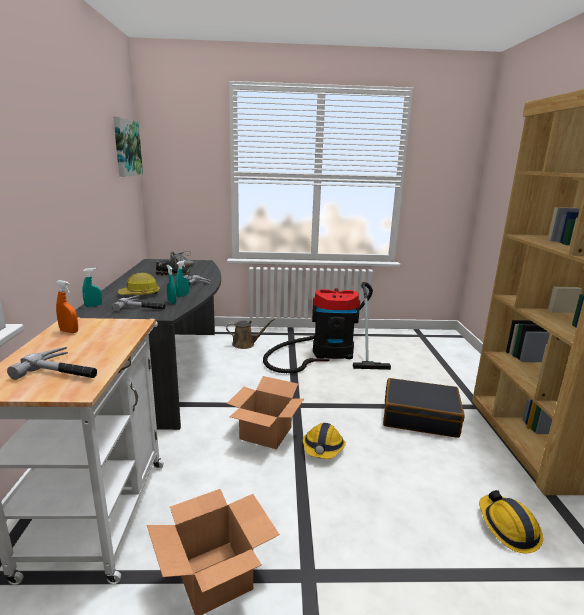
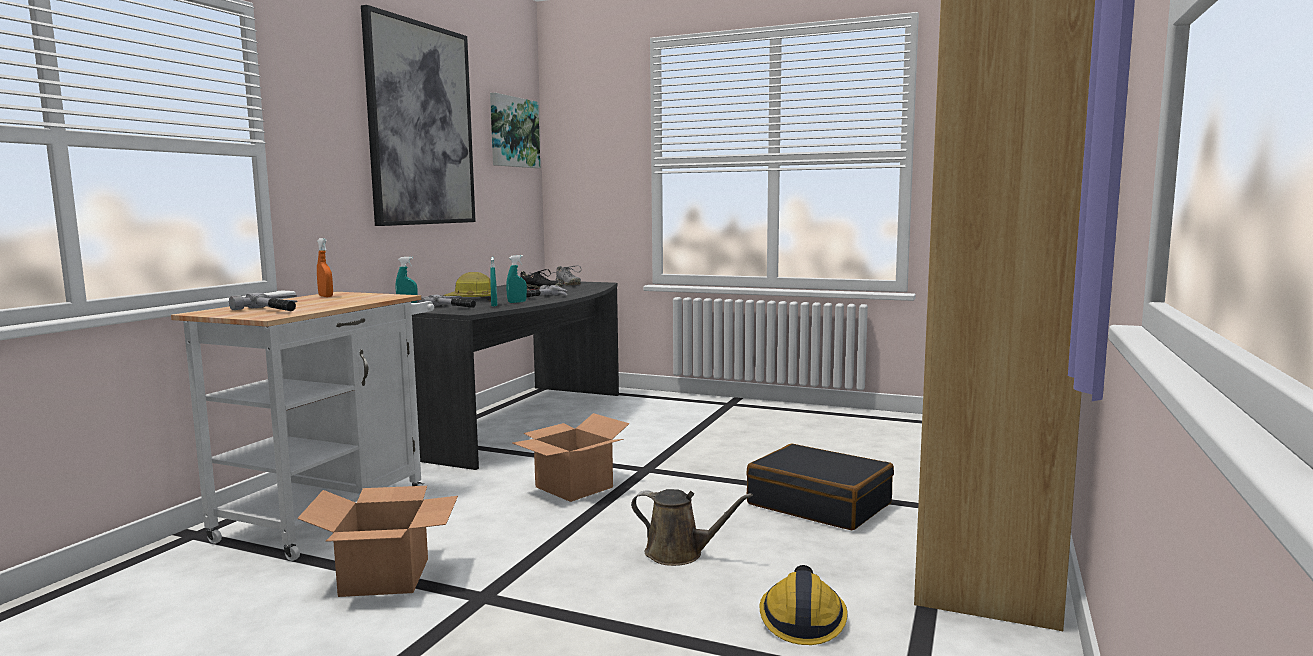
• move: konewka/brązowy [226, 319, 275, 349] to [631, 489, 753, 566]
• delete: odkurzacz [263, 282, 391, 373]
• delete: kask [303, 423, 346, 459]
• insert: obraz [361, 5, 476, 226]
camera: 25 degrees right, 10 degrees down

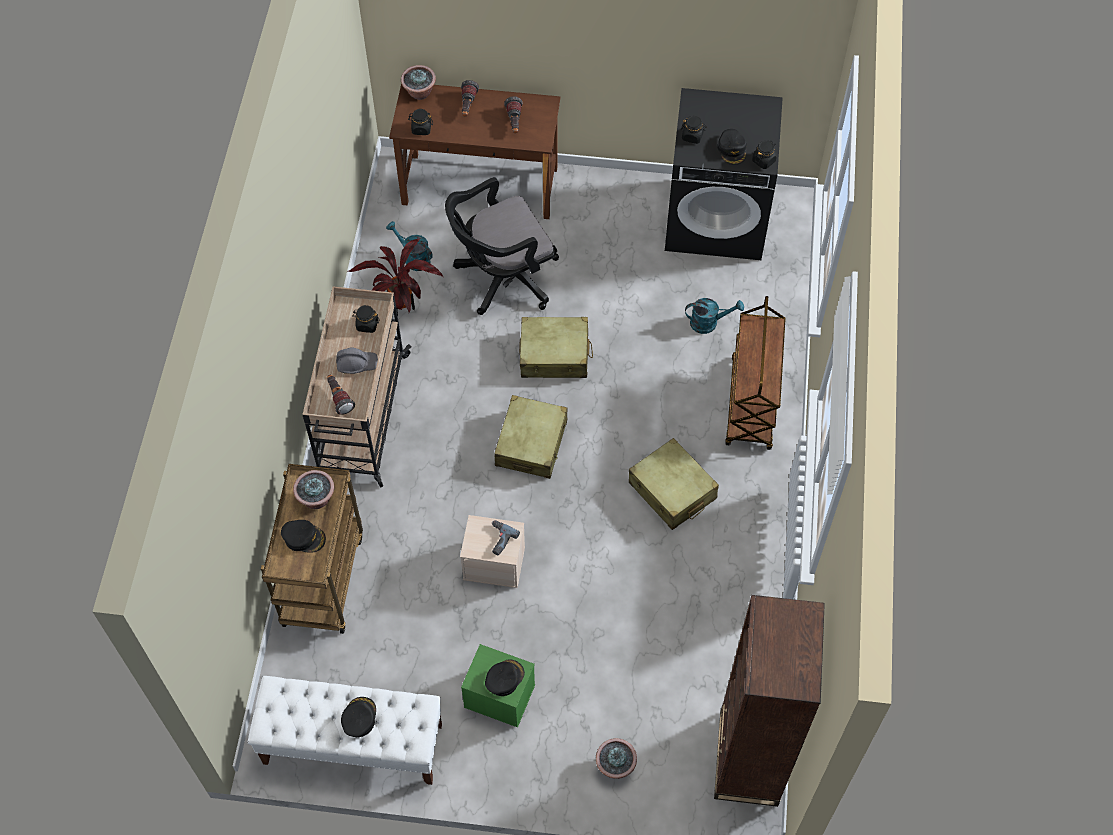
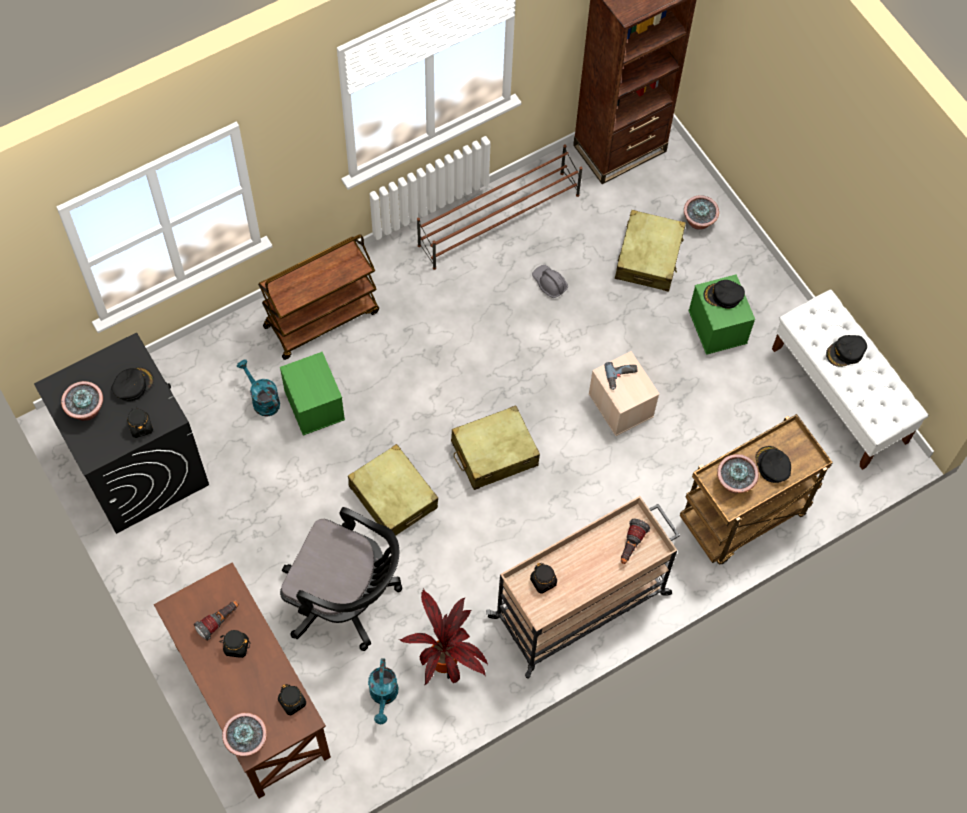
• move: kask/szary [336, 347, 378, 374] to [532, 265, 568, 298]
• delete: latarka [461, 80, 479, 116]
• move: walizka/beżowy [629, 438, 719, 530] to [615, 210, 686, 292]
• move: słoik/czarny [752, 140, 777, 169] to [219, 630, 250, 658]
• insert: roślina doniczkowa [61, 381, 103, 421]
• insert: pojemnik do przechowywania/zielony [280, 352, 345, 436]
• insert: regał na buty/brązowy [417, 144, 583, 270]
camera: 130 degrees left, 5 degrees up

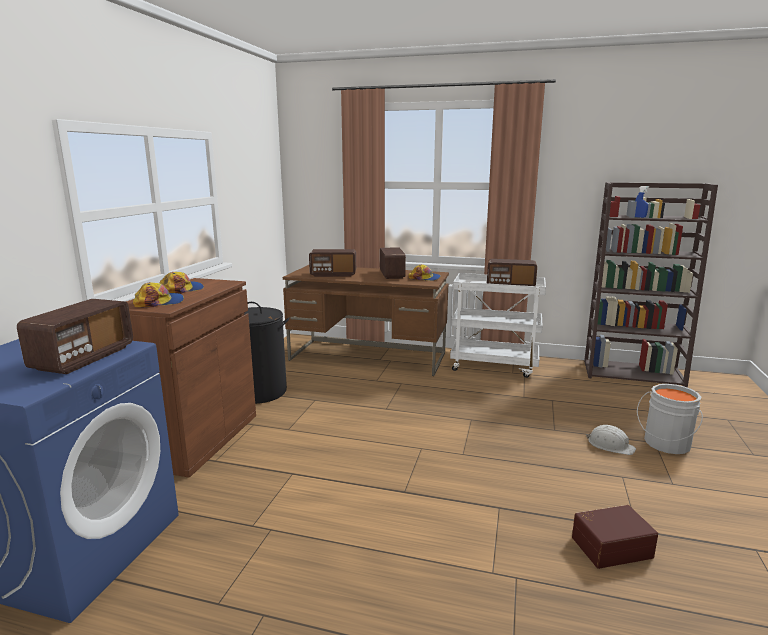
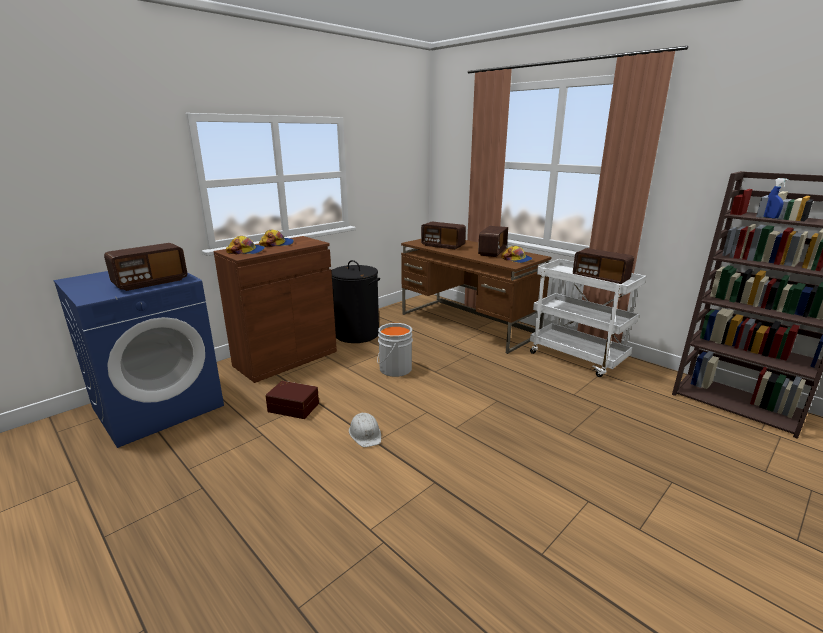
• move: pojemnik do przechowywania/brązowy [572, 505, 658, 569] to [265, 381, 319, 419]
• move: kask/biały [586, 425, 636, 455] to [349, 413, 381, 447]
• move: wiadro/szary [637, 384, 703, 454] to [377, 323, 413, 377]
camera: 30 degrees right, 5 degrees up

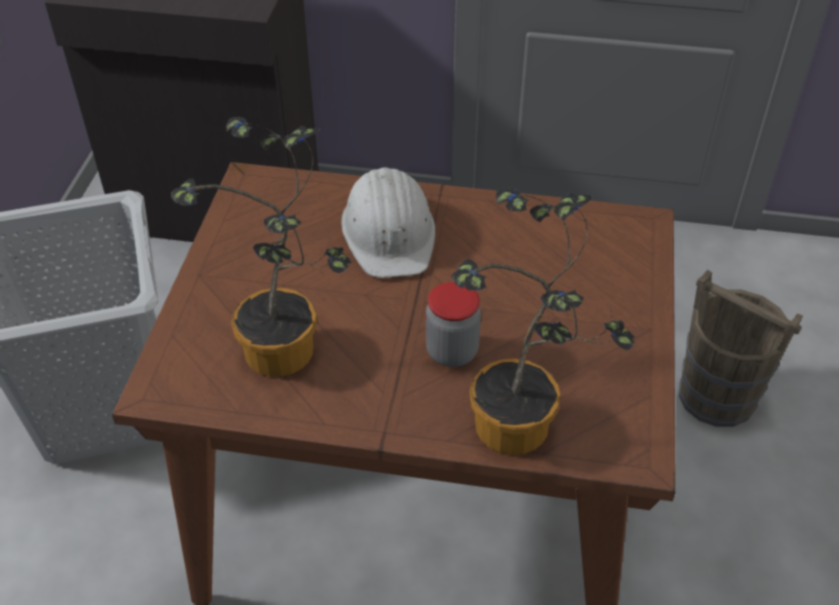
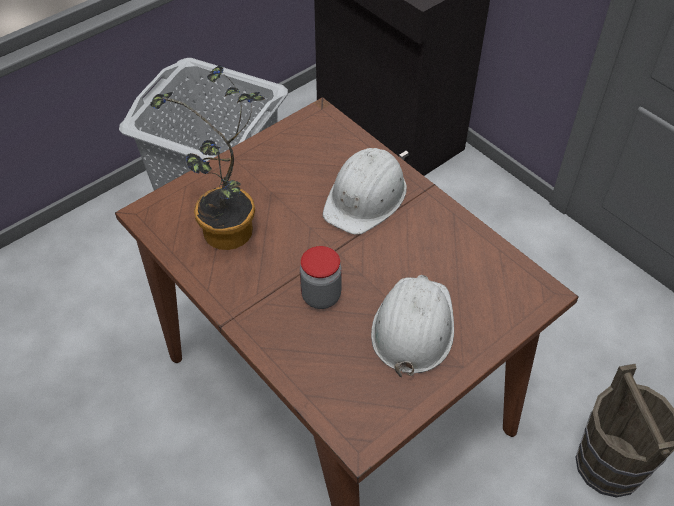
• delete: roślina doniczkowa [452, 188, 635, 455]
• insert: kask/biały [371, 275, 454, 377]
camera: 40 degrees right, 5 degrees up

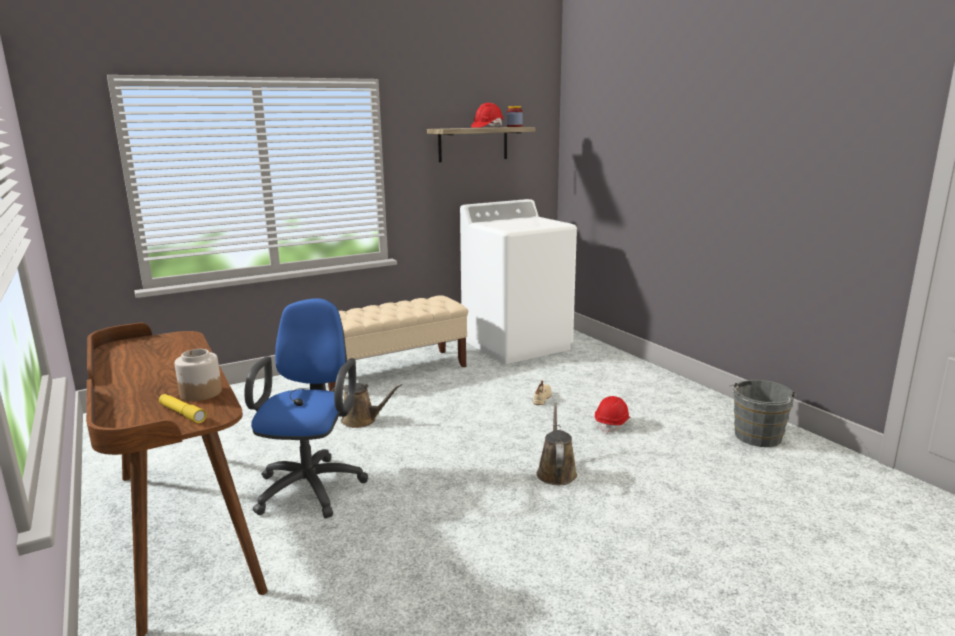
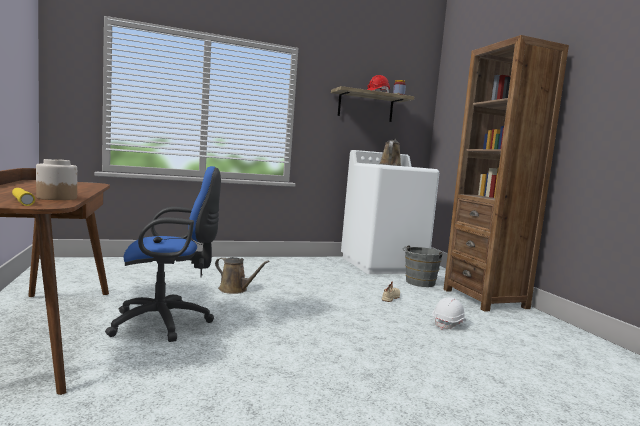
• rotate: krzesło biurowe/niebieski [244, 298, 368, 518] = [105, 166, 221, 342] 60 degrees clockwise
• delete: ławka/beżowy [328, 295, 468, 391]
• move: konewka/brązowy [536, 403, 577, 485] to [380, 139, 401, 166]
• recolor: kask/czerwony [595, 396, 631, 434] to kask/biały [432, 297, 466, 329]
• move: wiadro/szary [730, 380, 797, 447] to [403, 245, 443, 287]
• insert: regał/brązowy [443, 35, 569, 312]
camera: 10 degrees right, 10 degrees down

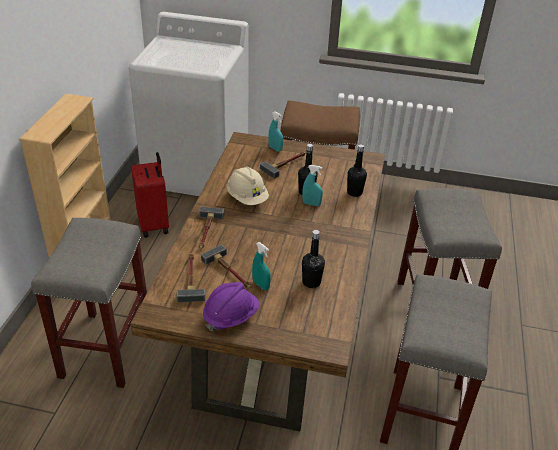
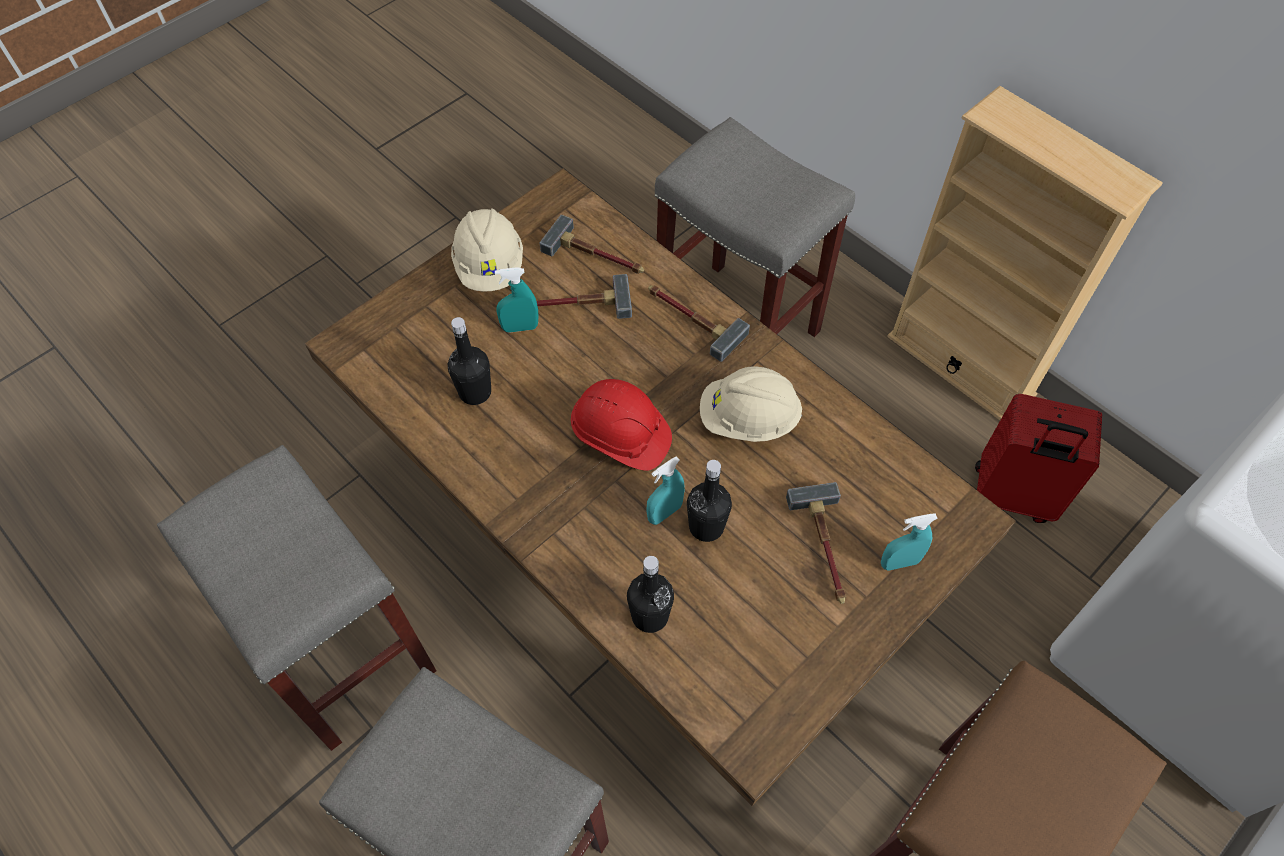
• recolor: kask/fioletowy [203, 282, 260, 332] to kask/beżowy [451, 208, 523, 292]
• insert: kask/czerwony [571, 379, 672, 471]
camera: 125 degrees right, 20 degrees up

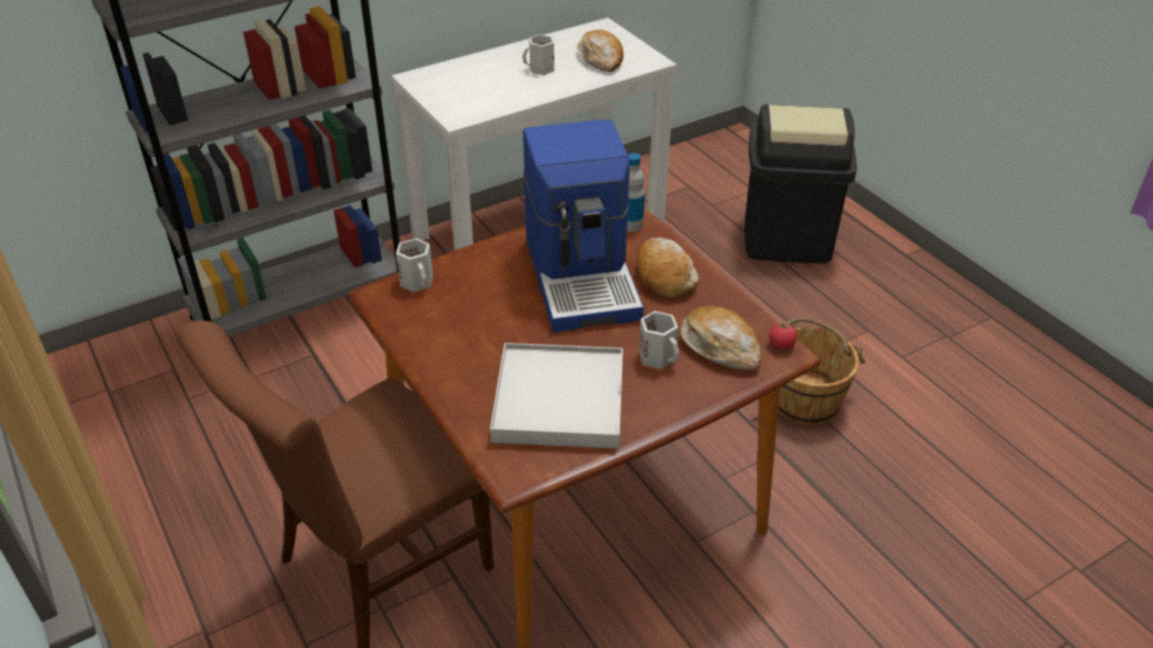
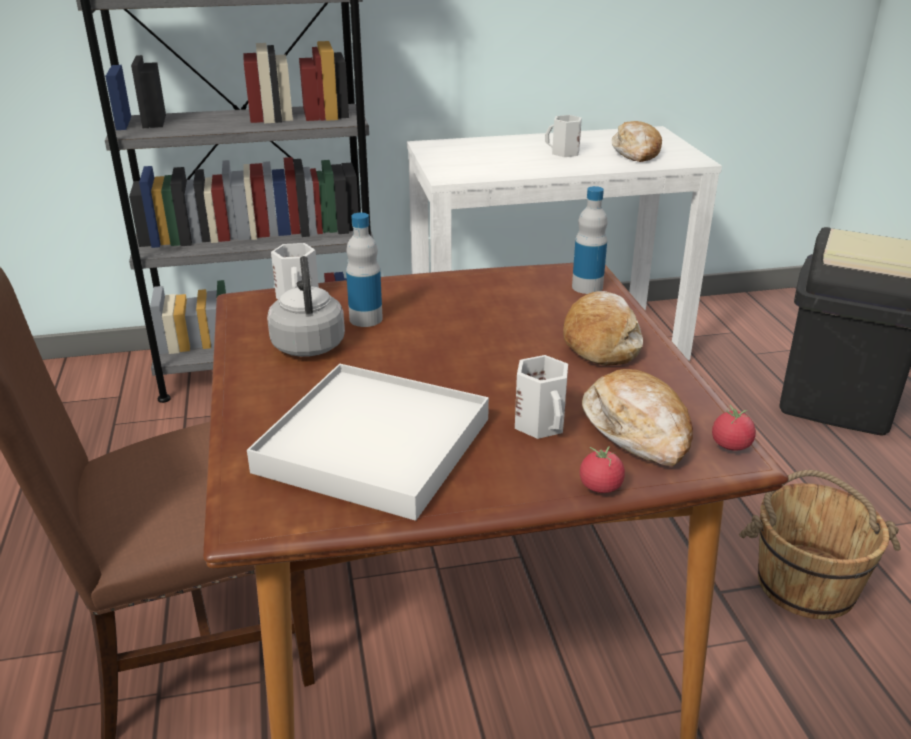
• delete: ekspres do kawy [523, 119, 644, 332]
• insert: czajnik/szary [267, 256, 345, 357]
• insert: butelka [346, 213, 383, 327]
• insert: pomidor [580, 446, 625, 493]
camera: 20 degrees right, 10 degrees down

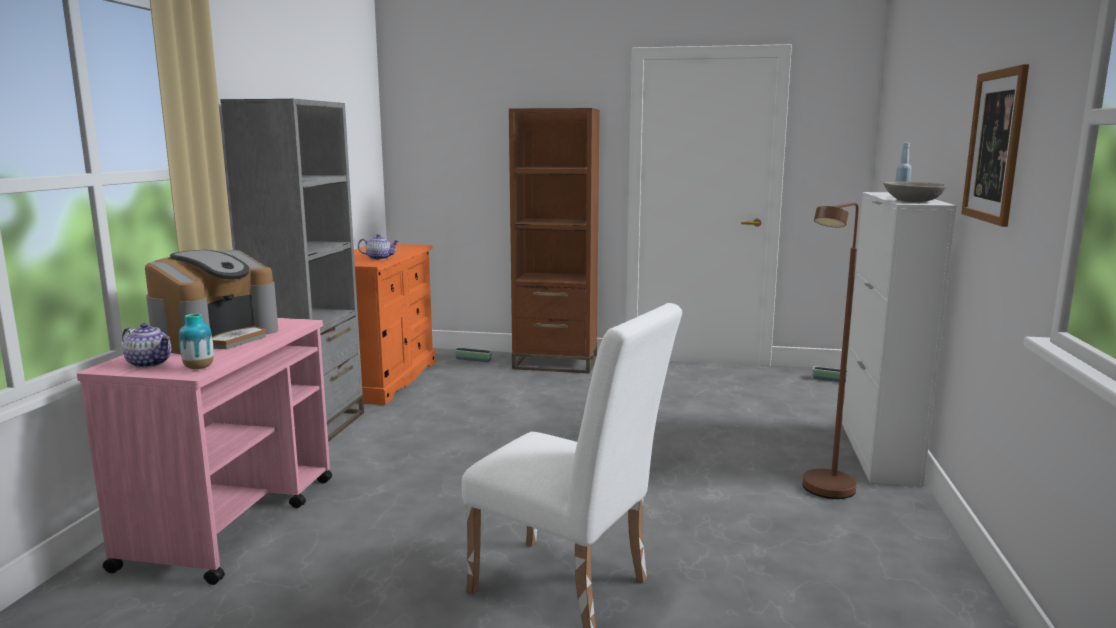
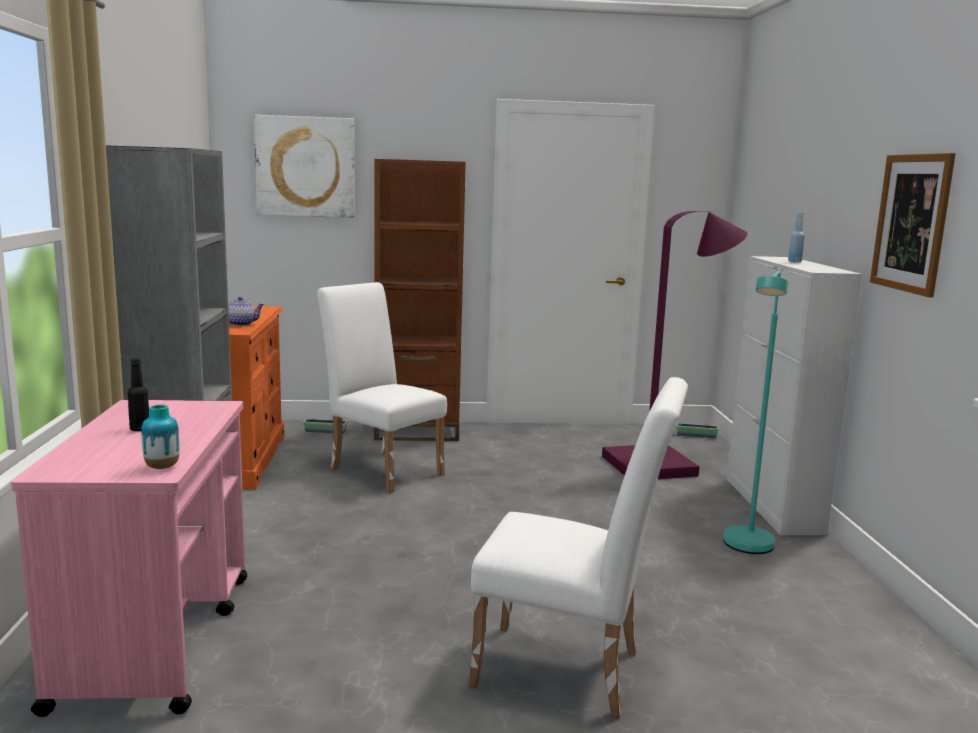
• delete: imbryk [122, 323, 171, 368]
• replace: ekspres do kawy [145, 250, 278, 354] to butelka/czarny [128, 358, 149, 431]
• recolor: lampa stojąca/brązowy [802, 202, 859, 499] to lampa stojąca/turkusowy [723, 271, 788, 554]
• delete: miska/szary [883, 181, 946, 202]
• insert: obraz [254, 115, 355, 218]
• insert: krzesło/biały [317, 282, 447, 493]
• insert: lampa stojąca/fioletowy [602, 211, 747, 479]
camera: 15 degrees left, 0 degrees up

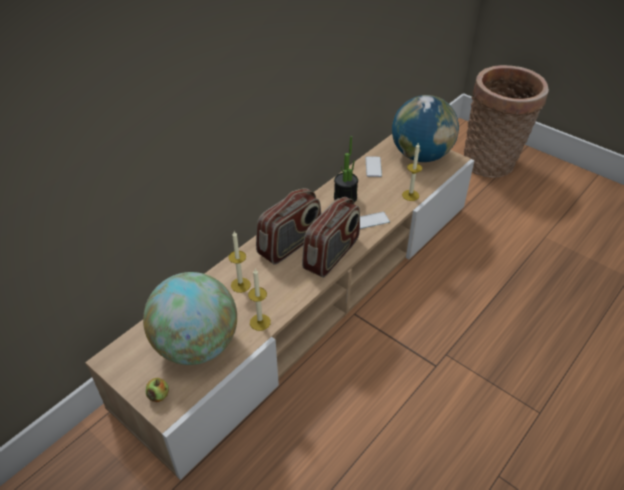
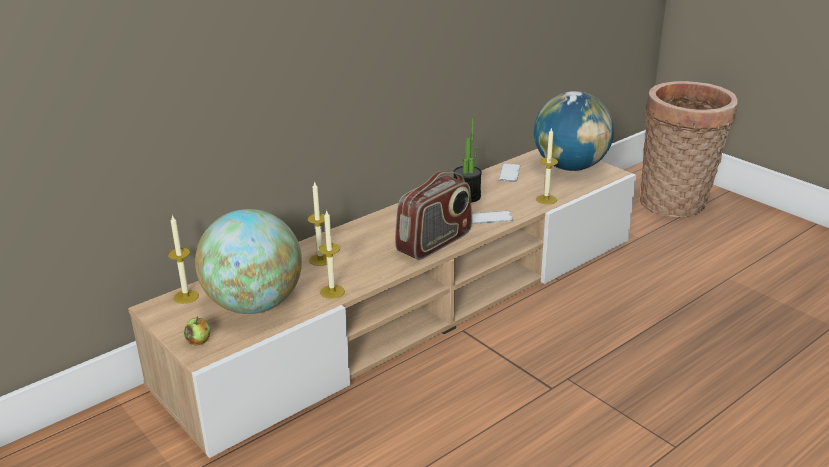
• delete: radio [256, 188, 321, 265]
• insert: świeca [168, 215, 199, 304]
camera: 10 degrees right, 15 degrees down

